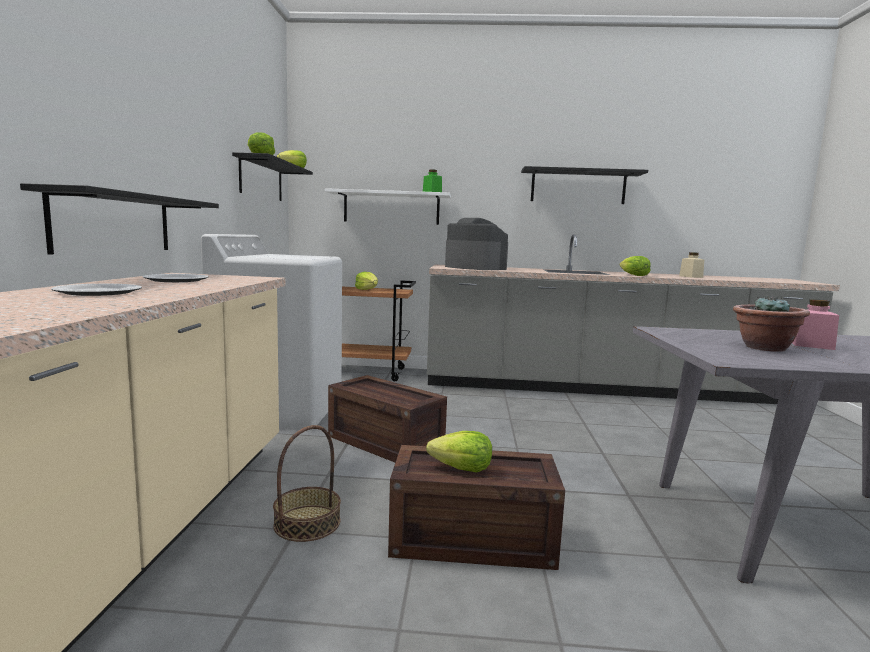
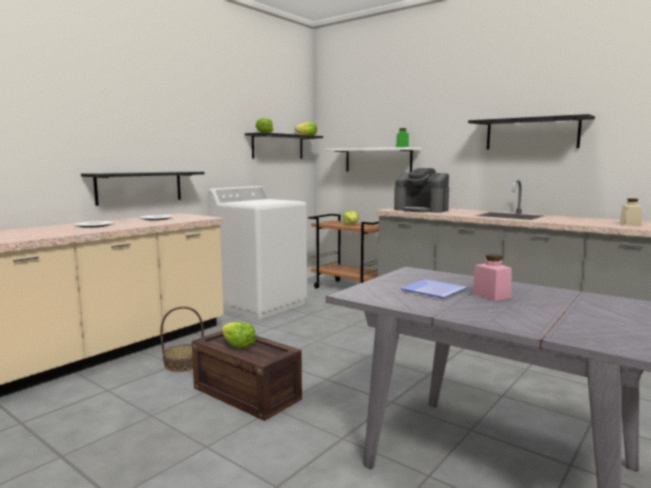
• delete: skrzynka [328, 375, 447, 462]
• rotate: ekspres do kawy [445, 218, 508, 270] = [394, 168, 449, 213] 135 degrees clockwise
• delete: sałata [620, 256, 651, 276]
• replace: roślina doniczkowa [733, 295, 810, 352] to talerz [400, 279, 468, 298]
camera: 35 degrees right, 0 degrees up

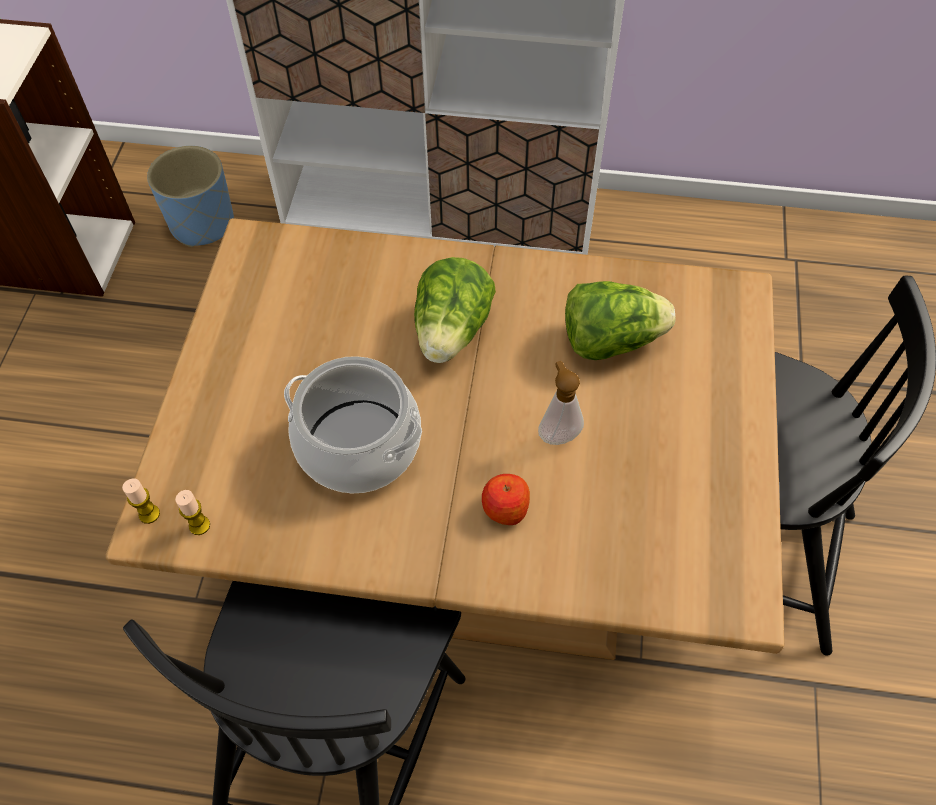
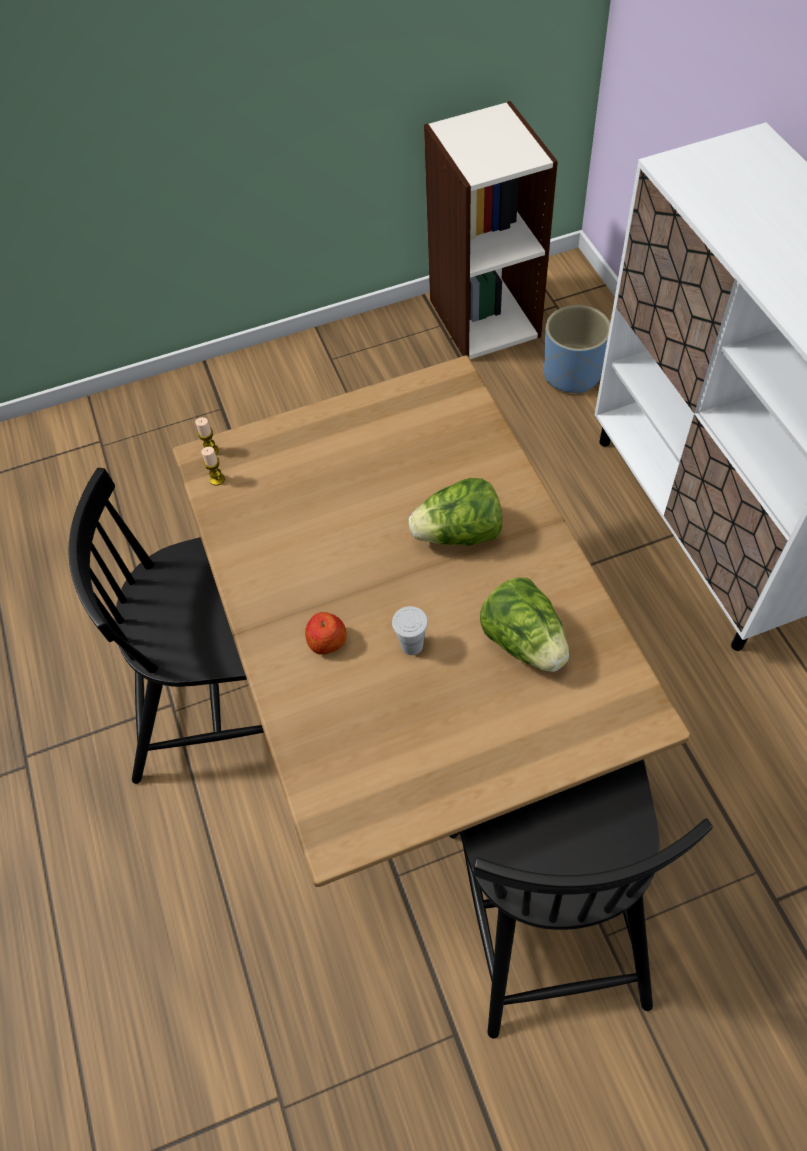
• delete: garnek [284, 356, 422, 493]
• replace: dozownik mydła [538, 361, 584, 445] to filiżanka/biały [392, 606, 428, 655]
camera: 65 degrees right, 0 degrees up

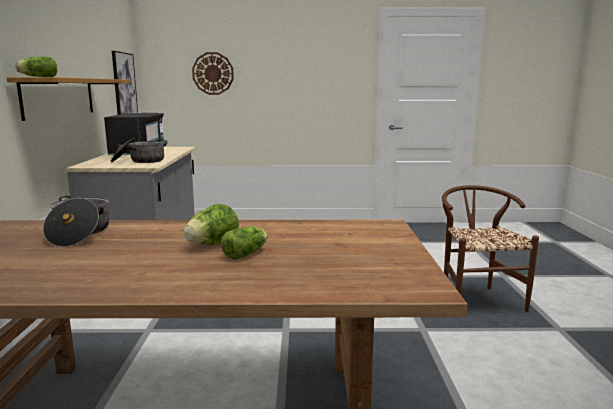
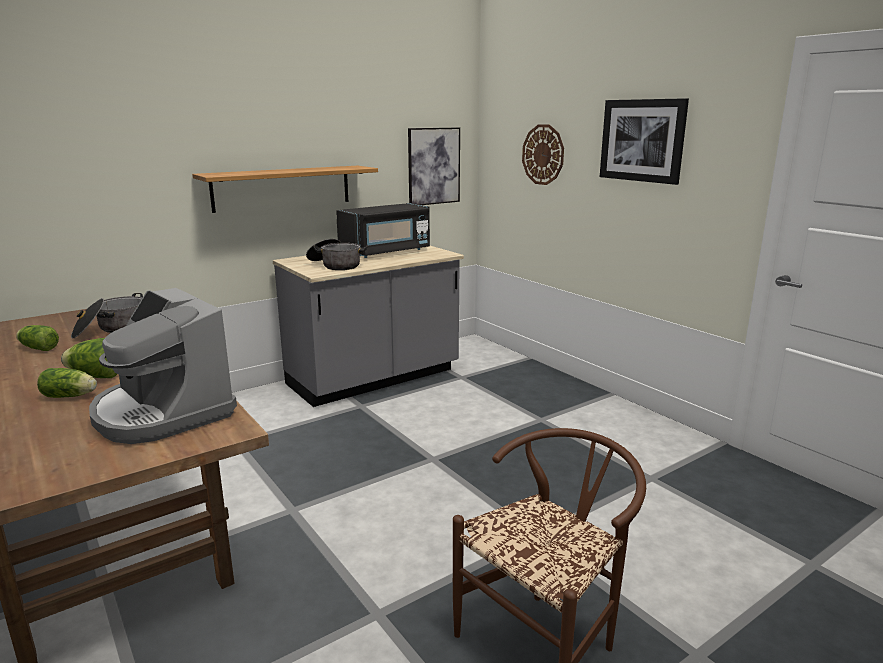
• move: sałata [15, 56, 57, 77] to [16, 325, 59, 351]
• insert: ekspres do kawy [89, 288, 237, 444]
• insert: obraz [600, 98, 689, 185]
camera: 55 degrees right, 5 degrees up

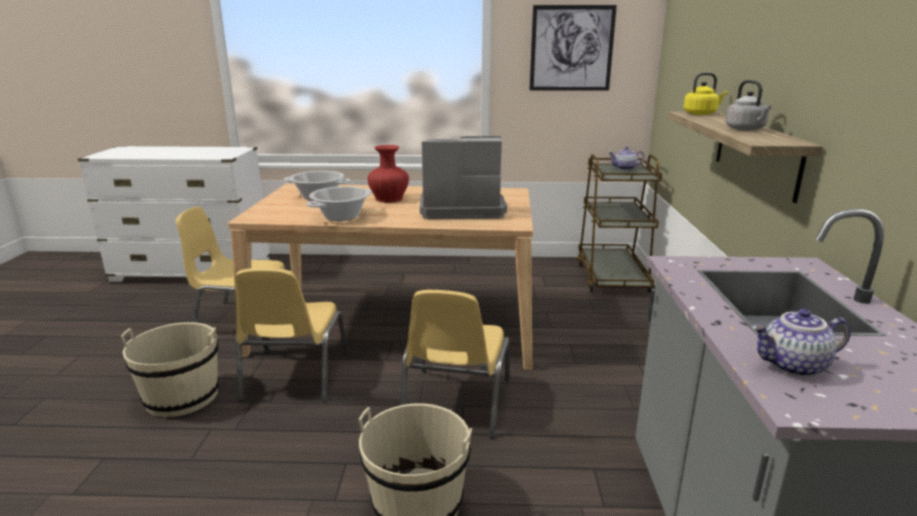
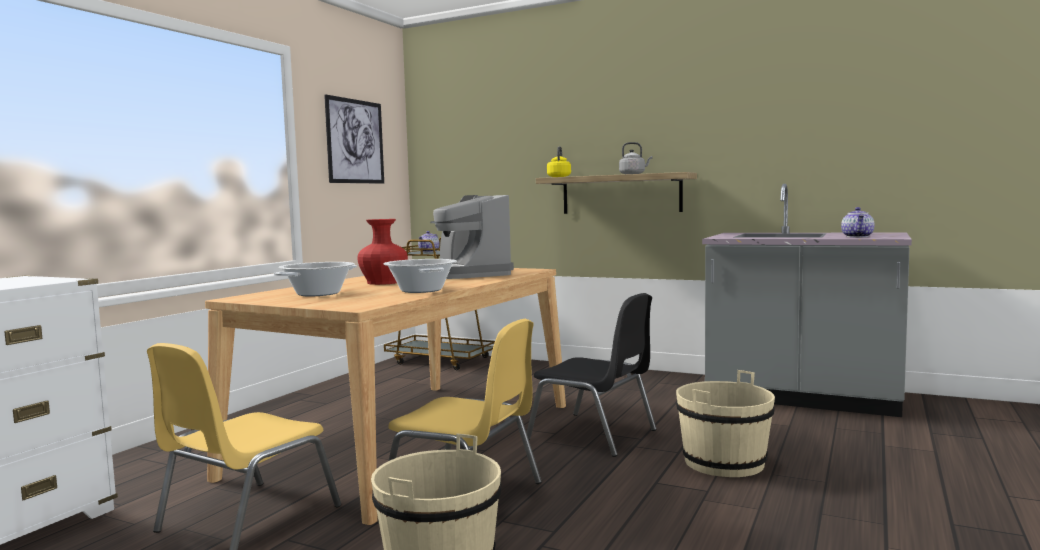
• recolor: krzesło/żółty [401, 290, 510, 438] to krzesło/czarny [527, 293, 657, 457]
• rotate: ekspres do kawy [420, 136, 507, 219] = [430, 195, 514, 279] 45 degrees counterclockwise
camera: 65 degrees left, 15 degrees down

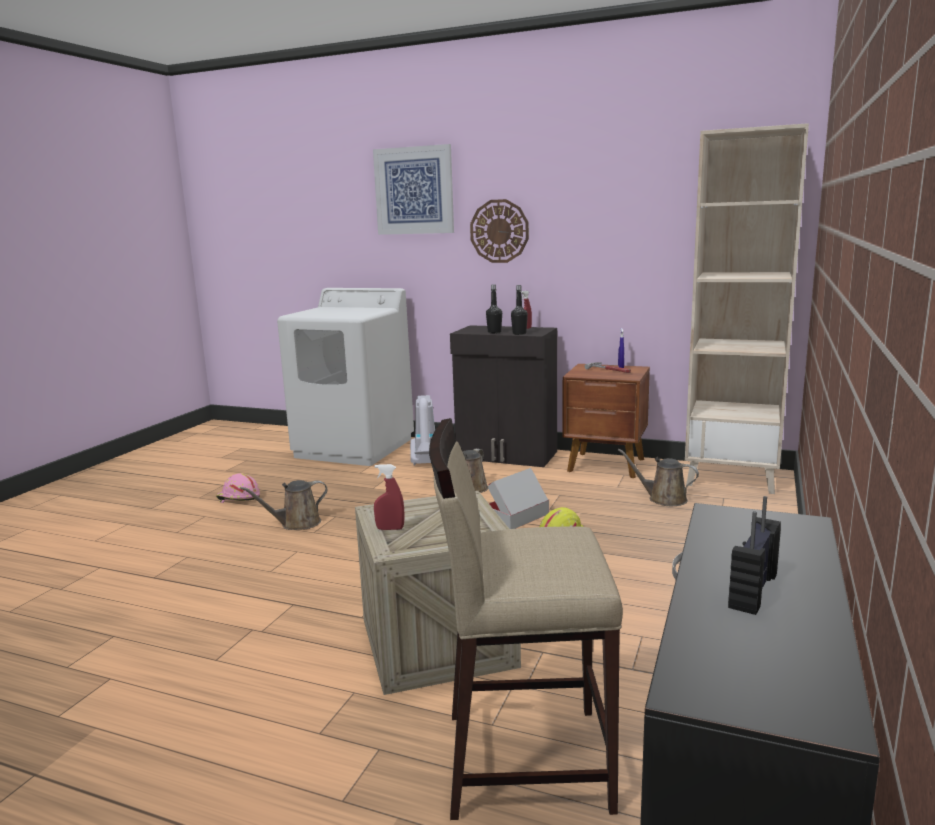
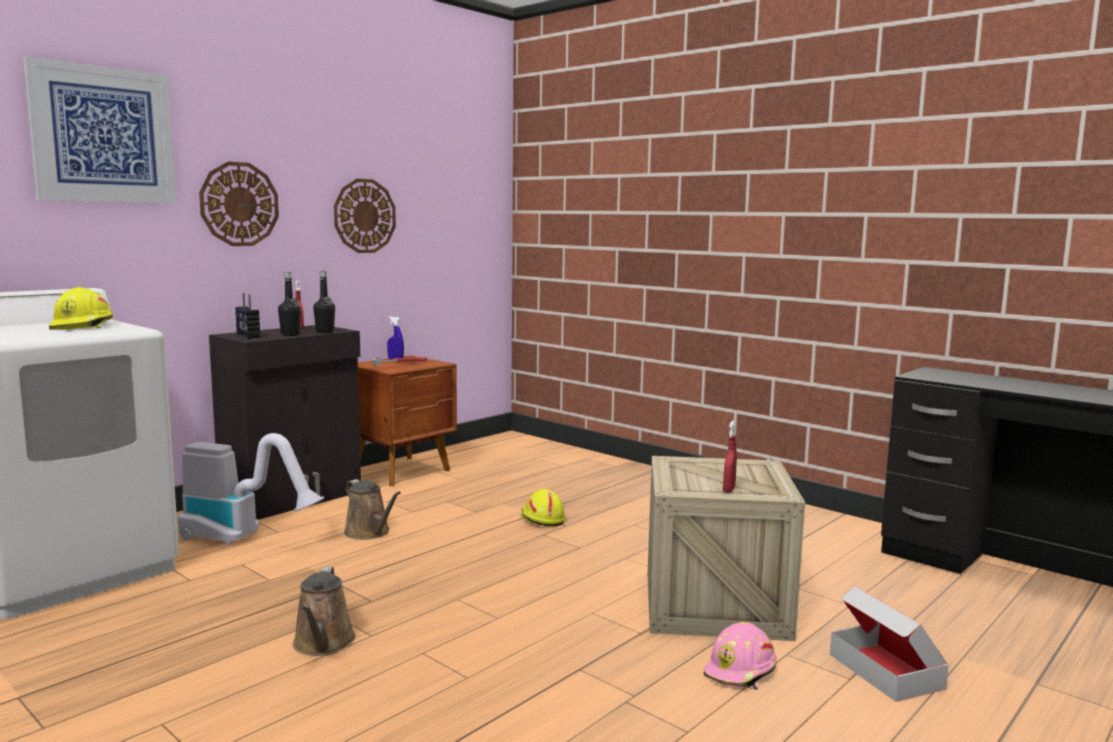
• move: kask/różowy [216, 473, 260, 503] to [704, 622, 777, 690]
• delete: stołek/beżowy [429, 418, 623, 820]
• move: karton [488, 468, 549, 529] to [830, 586, 949, 702]
• delete: konewka/brązowy [618, 449, 699, 506]
• delete: regał/beżowy [685, 123, 809, 494]
• move: radio [728, 496, 781, 615] to [235, 293, 260, 339]
• insert: kask/żółty [49, 287, 113, 330]
• insert: zegar ścienny [334, 179, 396, 253]
camera: 70 degrees left, 5 degrees down

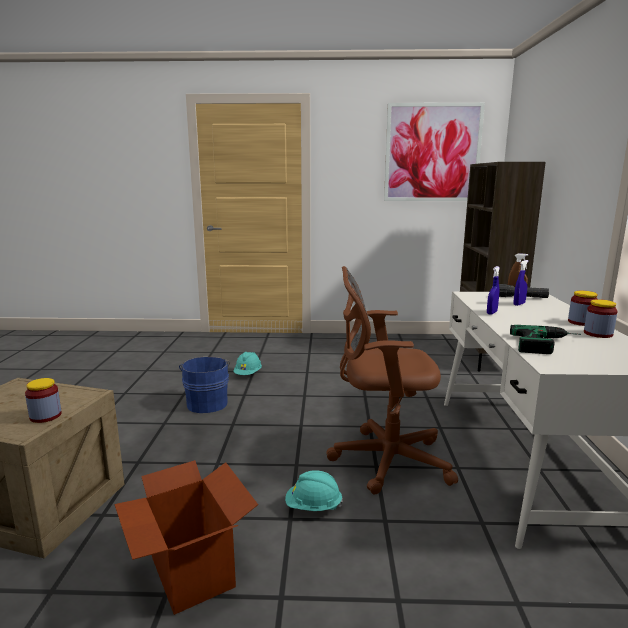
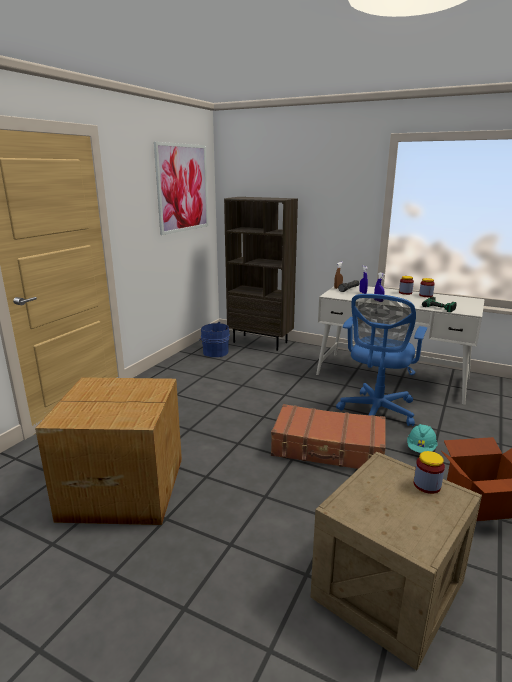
• move: wiadro/niebieski [179, 357, 230, 413] to [199, 322, 230, 357]
• delete: kask/turkusowy [233, 352, 262, 375]
• recolor: krzesło biurowe/brązowy [327, 266, 458, 495] to krzesło biurowe/niebieski [336, 294, 427, 426]
• insert: karton [35, 377, 182, 525]
• insert: walizka/brązowy [271, 404, 386, 469]
camera: 65 degrees left, 5 degrees up

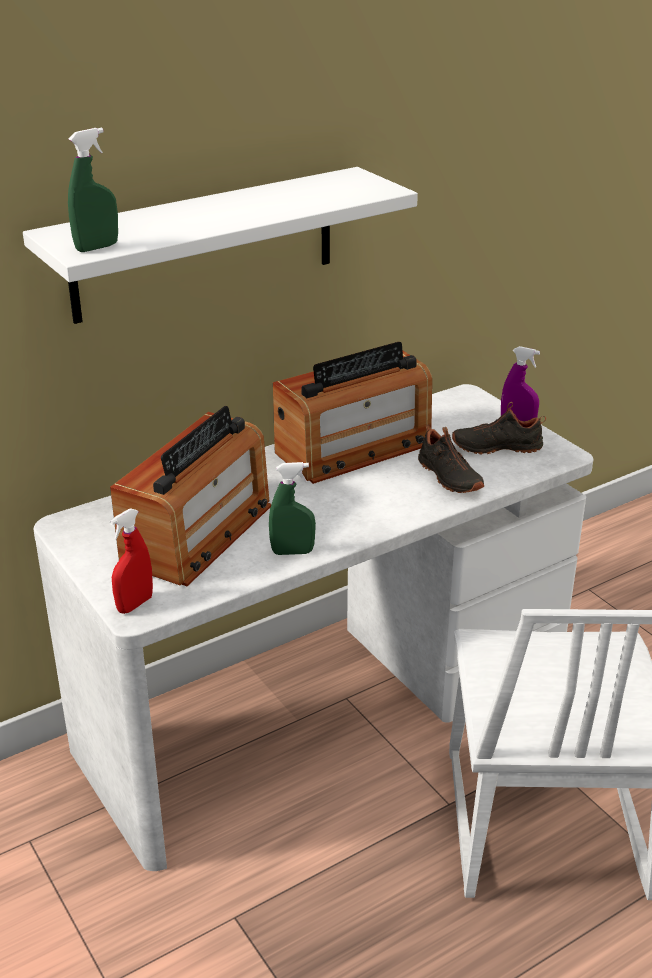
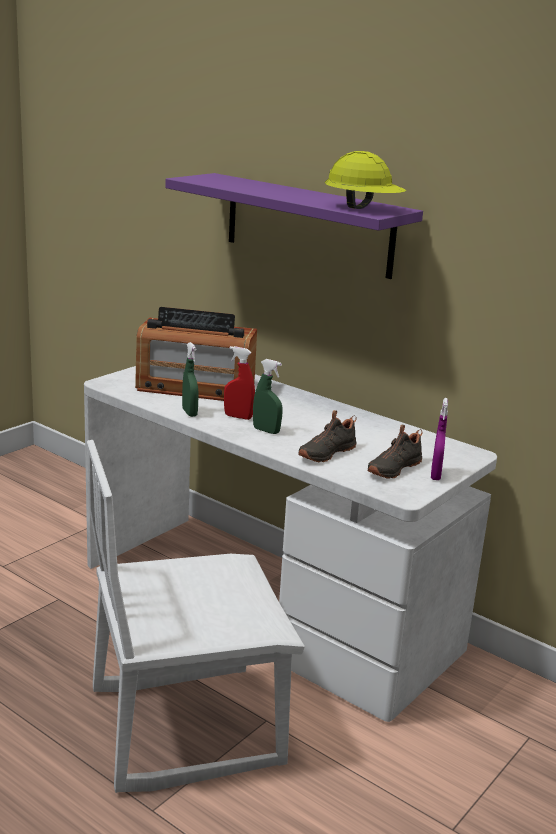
• recolor: półka/biały [23, 167, 418, 324] to półka/fioletowy [165, 173, 423, 279]
• move: spryskiwacz/zielony [68, 128, 118, 252] to [253, 359, 283, 434]
• move: spryskiwacz/czerwony [109, 508, 153, 614] to [224, 346, 255, 420]
• delete: radio [273, 342, 432, 484]
• rotate: but/czarny [452, 402, 546, 454] = [368, 425, 423, 479] 120 degrees counterclockwise
• insert: kask/żółty [325, 151, 406, 209]
camera: 70 degrees right, 10 degrees down

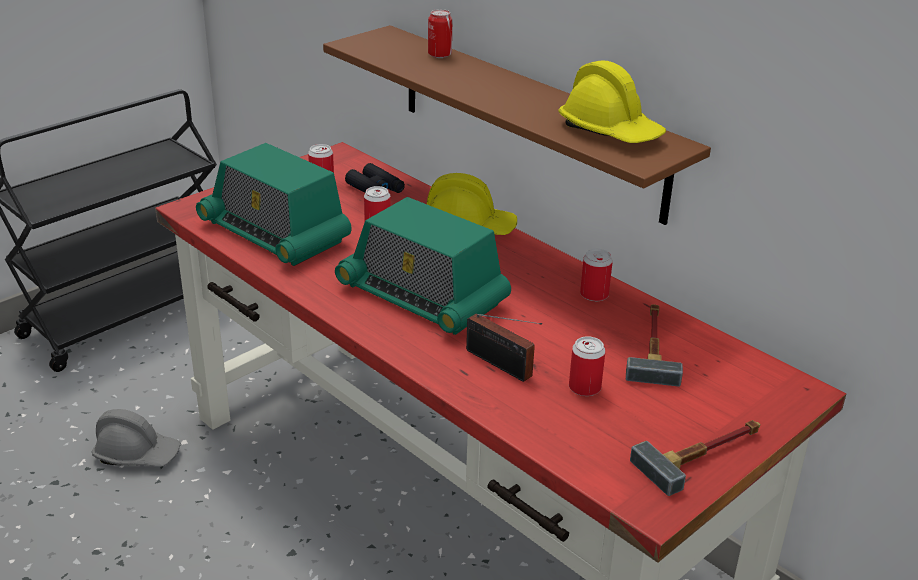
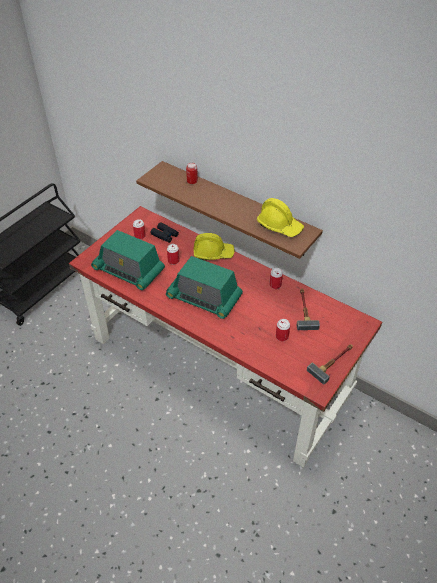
• delete: kask/szary [92, 409, 181, 467]
• delete: radio [466, 314, 542, 382]
camera: 10 degrees left, 15 degrees up

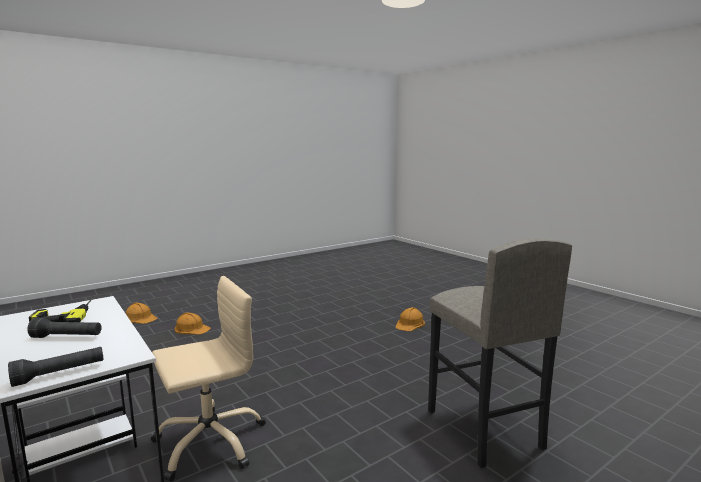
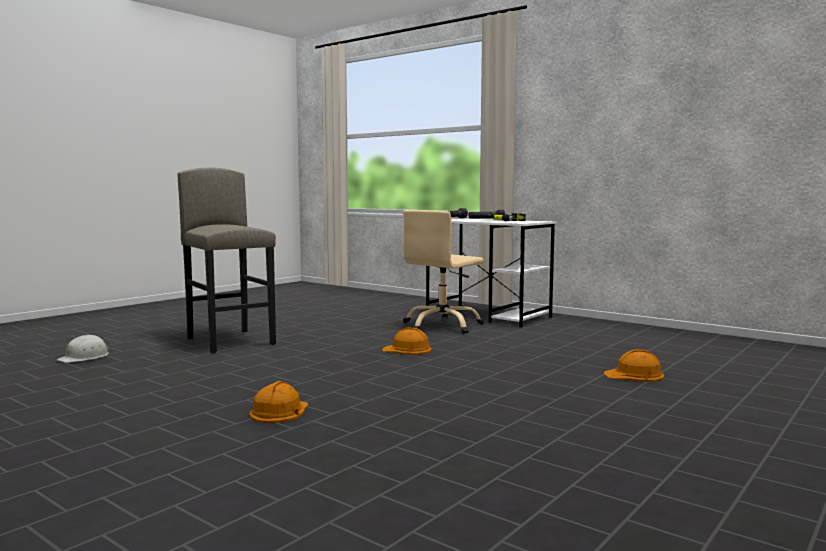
• move: kask/pomarańczowy [126, 302, 157, 324] to [382, 327, 431, 355]
• insert: kask/biały [57, 335, 109, 363]
camera: 165 degrees right, 5 degrees down

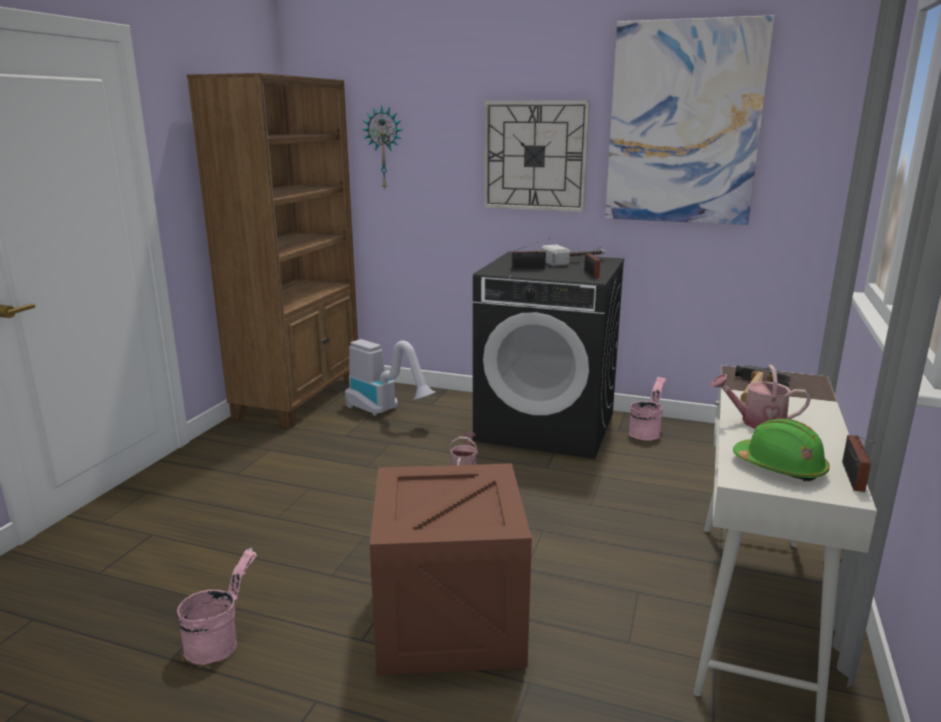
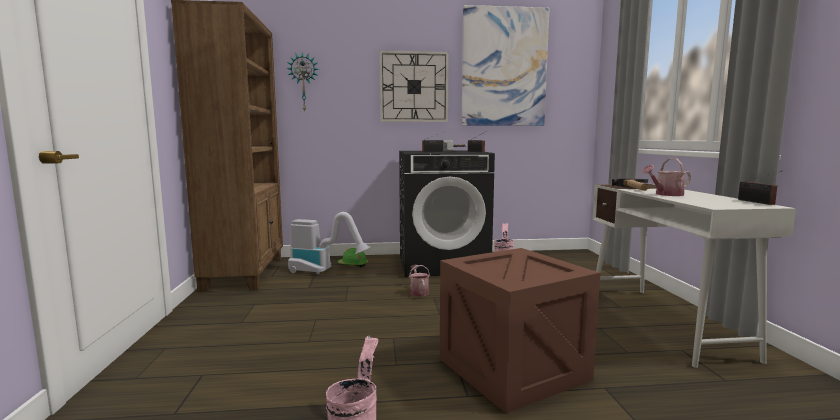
• move: kask/zielony [733, 418, 830, 481] to [338, 248, 368, 267]
camera: 25 degrees left, 10 degrees down

